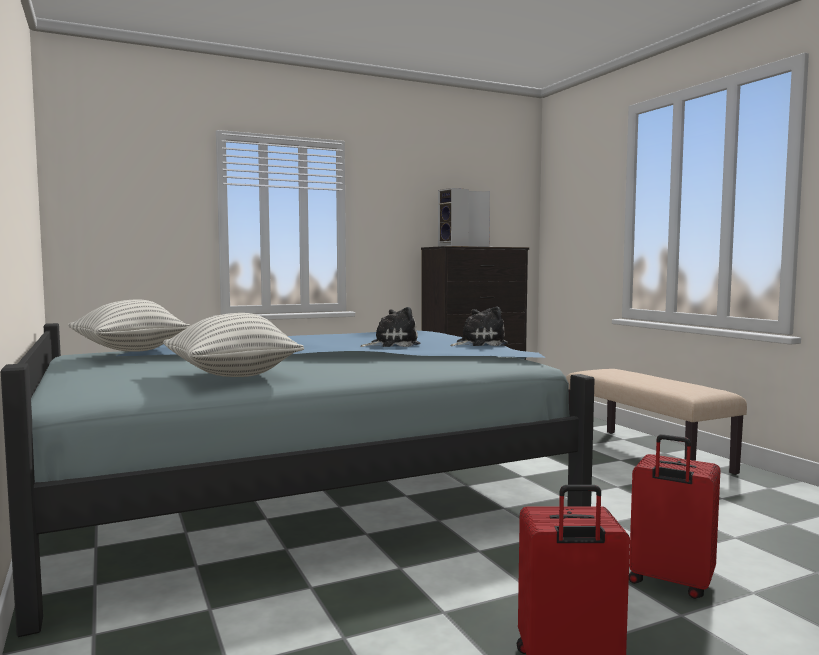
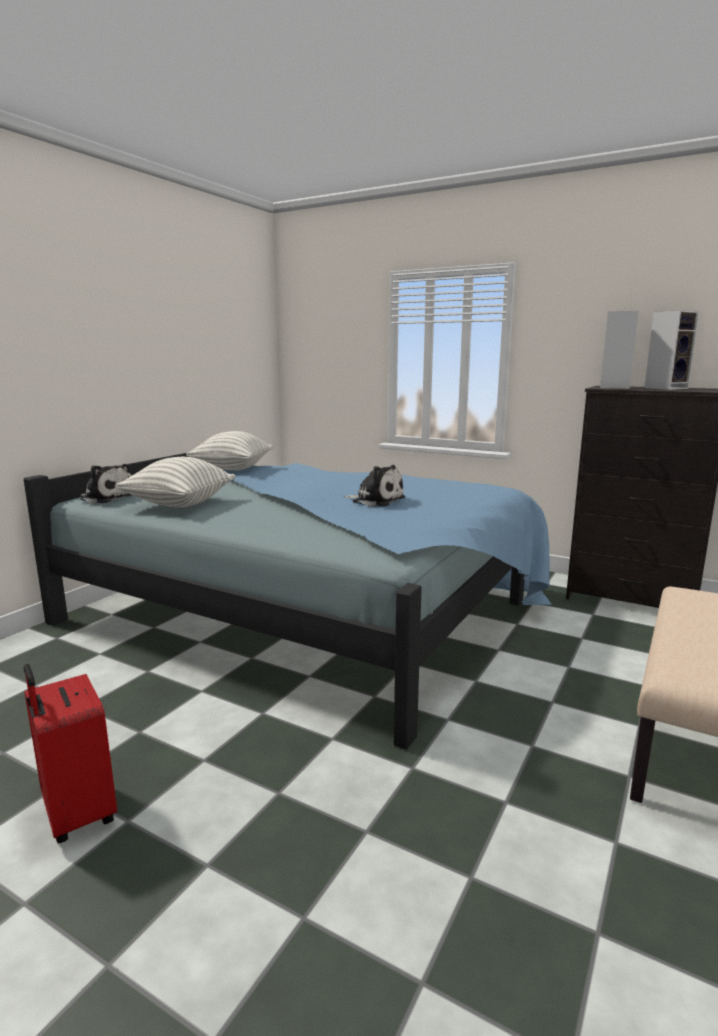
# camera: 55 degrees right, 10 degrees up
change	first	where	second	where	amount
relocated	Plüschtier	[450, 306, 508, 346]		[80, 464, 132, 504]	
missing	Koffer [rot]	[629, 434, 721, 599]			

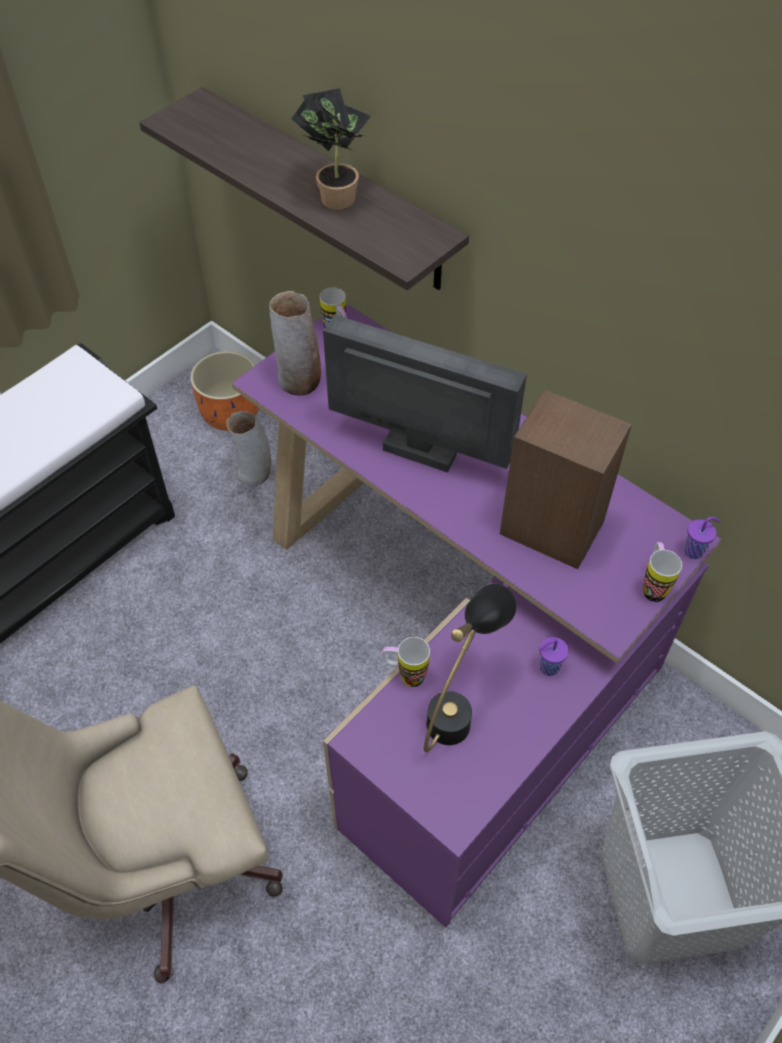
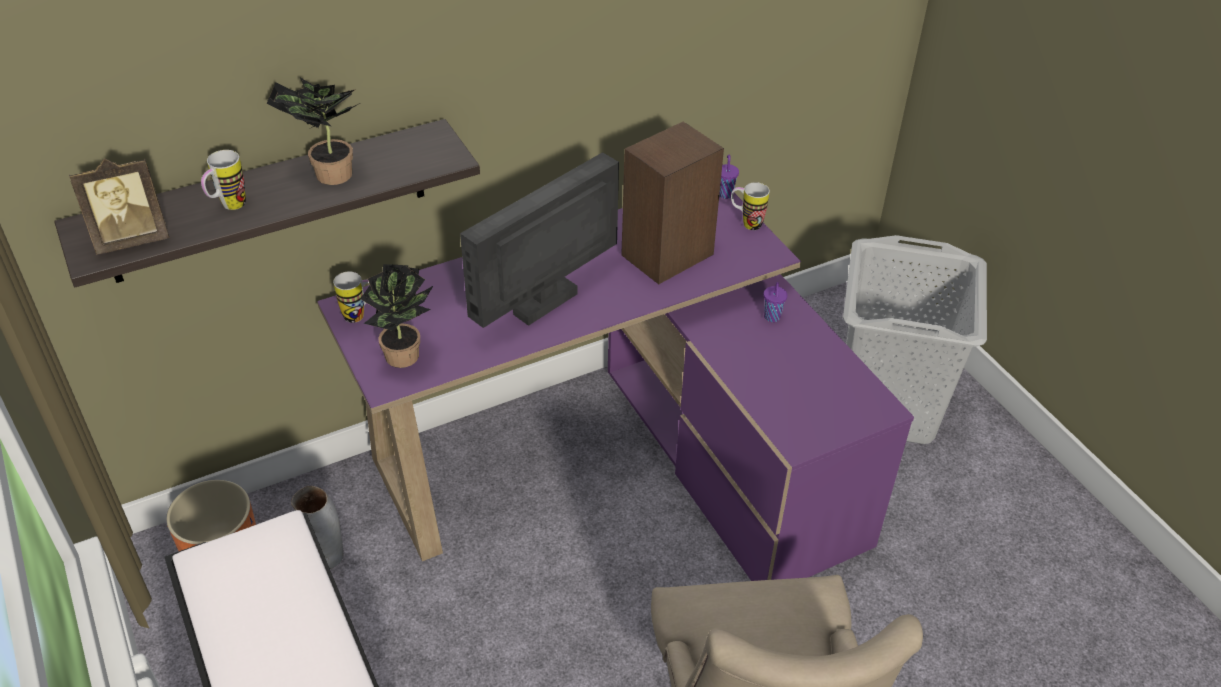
# camera: 70 degrees left, 10 degrees down
change	first	where	second	where	amount
appeared			Bilderrahmen	[69, 158, 169, 255]	
relocated	Henkelbecher	[382, 637, 430, 687]		[201, 150, 246, 210]	
exchanged	Vase	[269, 291, 321, 396]	Topfpflanze	[360, 264, 434, 368]	
missing	Tischlampe [schwarz]	[424, 584, 517, 752]			

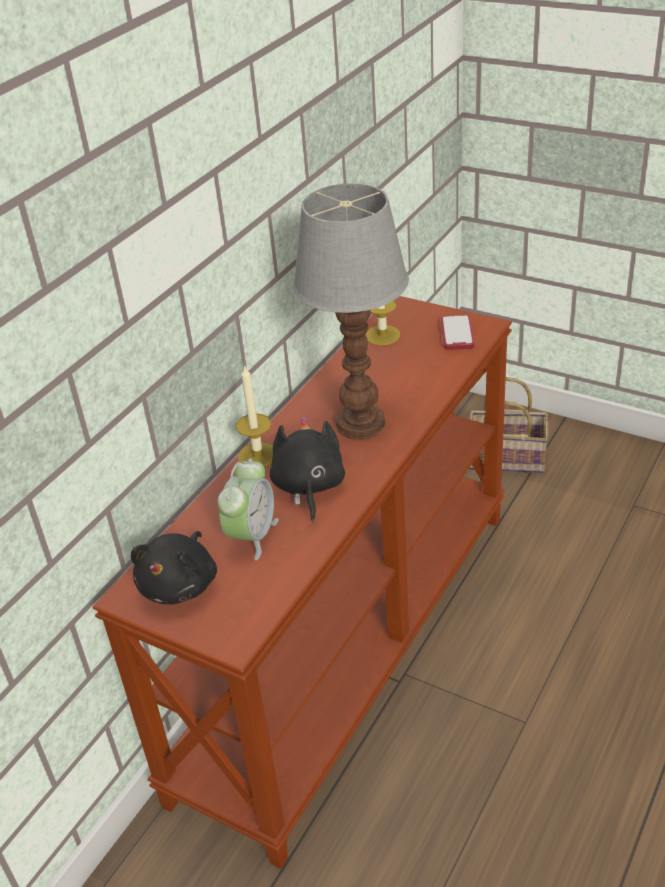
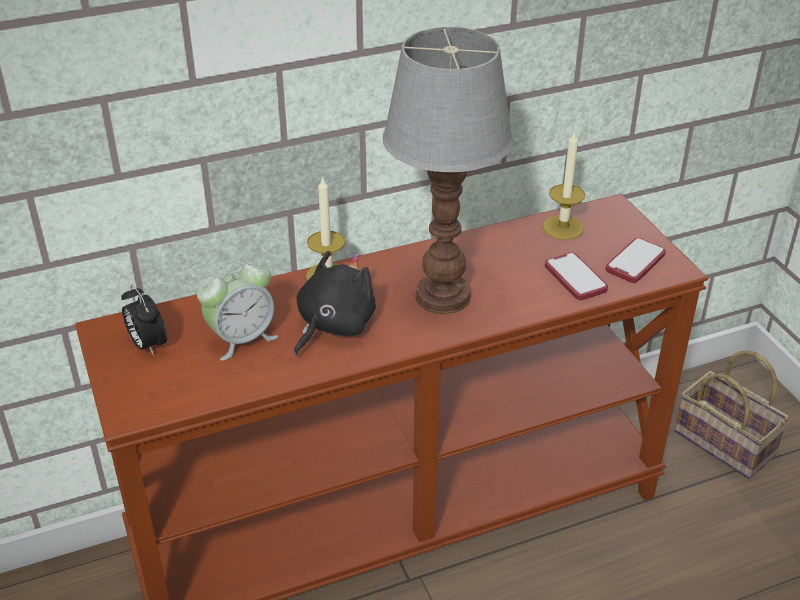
# camera: 35 degrees right, 0 degrees up
change	first	where	second	where	amount
exchanged	Plüschtier [schwarz]	[131, 531, 217, 604]	Wecker	[121, 285, 167, 356]	
appeared			Handy	[545, 252, 608, 300]	

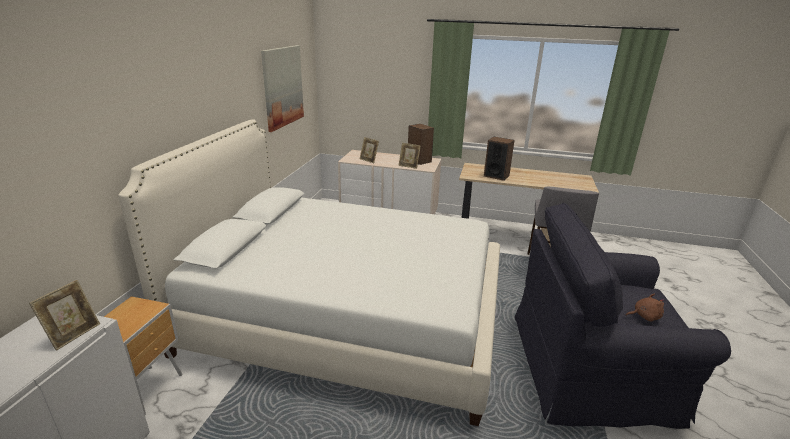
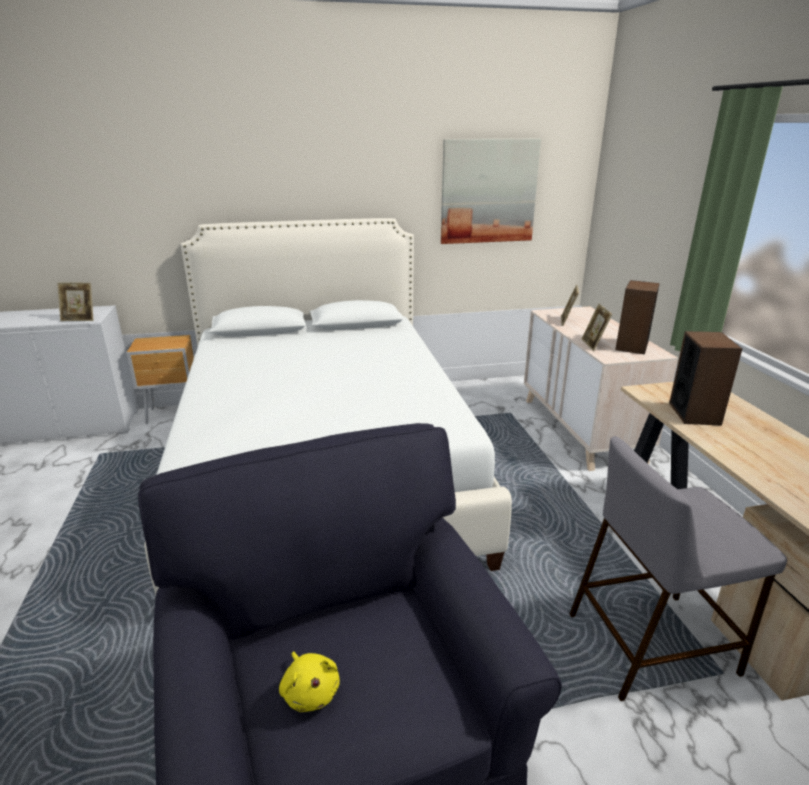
# camera: 65 degrees right, 0 degrees up
change	first	where	second	where	amount
colour	Plüschtier [braun]	[626, 294, 664, 321]	Plüschtier [gelb]	[279, 652, 340, 712]	

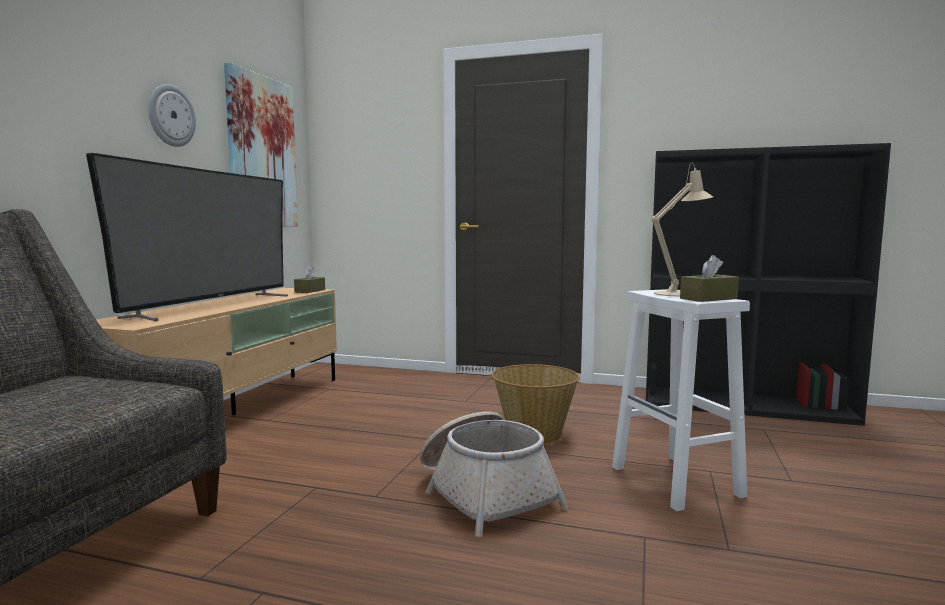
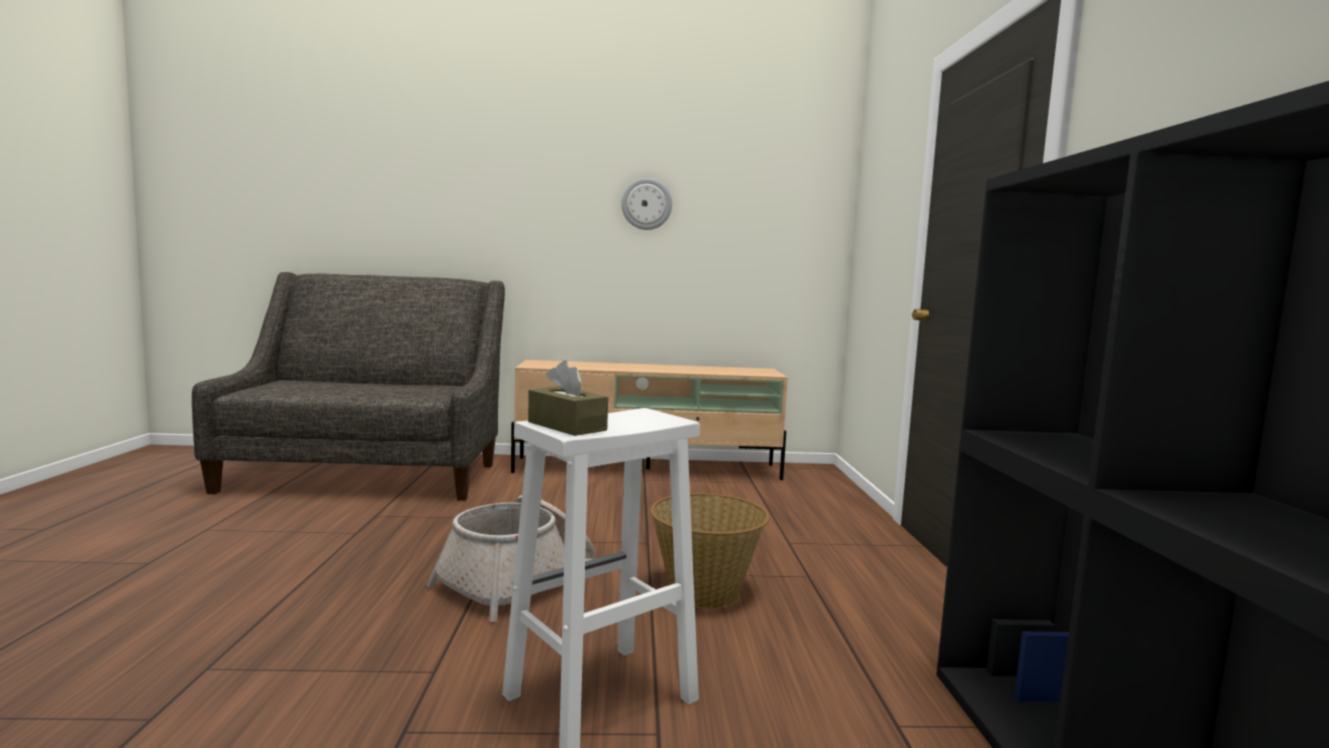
# camera: 70 degrees right, 0 degrees up
change	first	where	second	where	amount
missing	Fernseher	[86, 153, 288, 321]			
missing	Bild	[224, 62, 298, 227]			
missing	Taschentuchbox [braun]	[294, 266, 325, 293]			
missing	Tischlampe [beige]	[651, 163, 713, 296]			

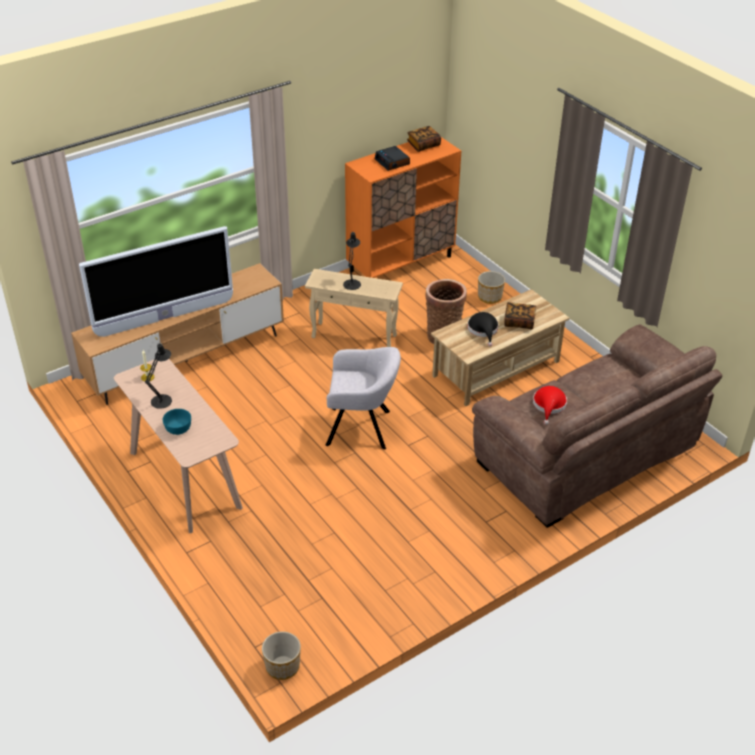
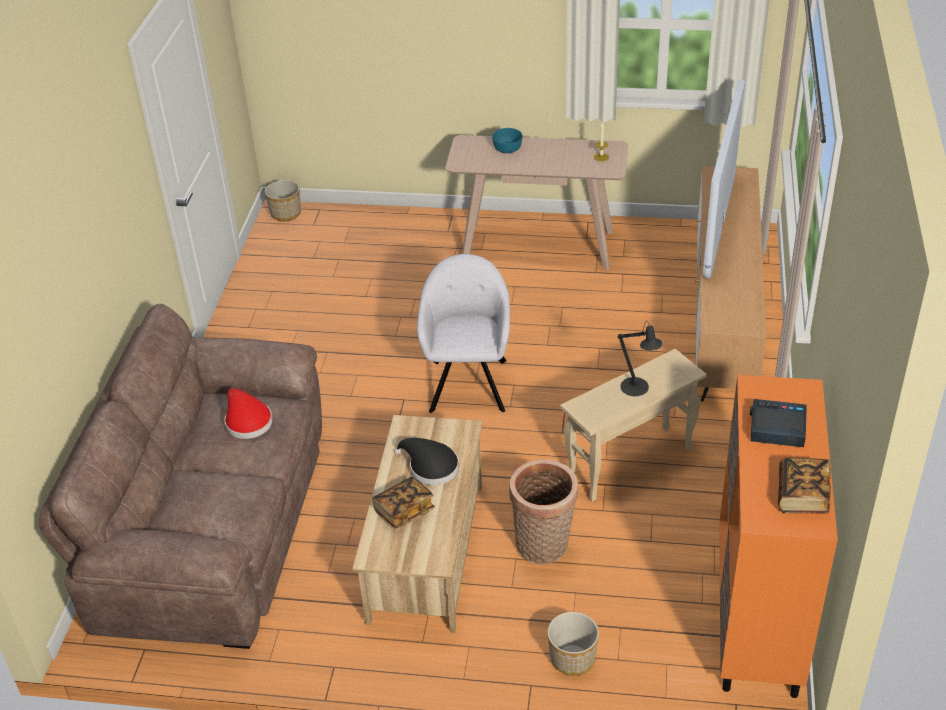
# camera: 135 degrees right, 0 degrees up
change	first	where	second	where	amount
spun	Sessel [grau]	[326, 347, 401, 450]		[417, 254, 510, 413]	135 degrees clockwise
missing	Tischlampe [schwarz]	[145, 343, 172, 409]			

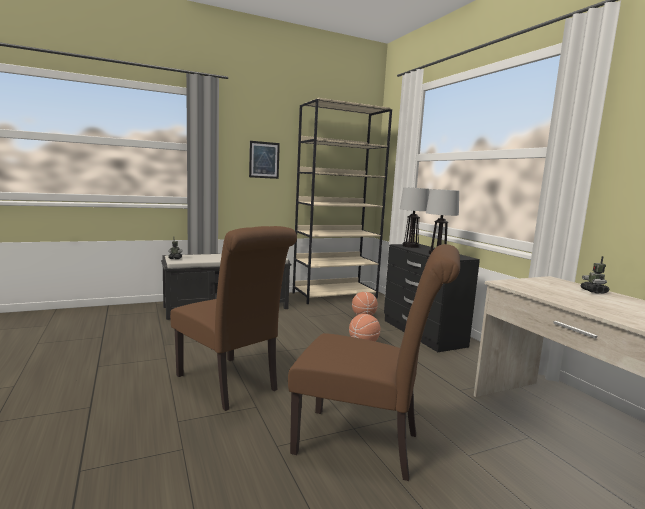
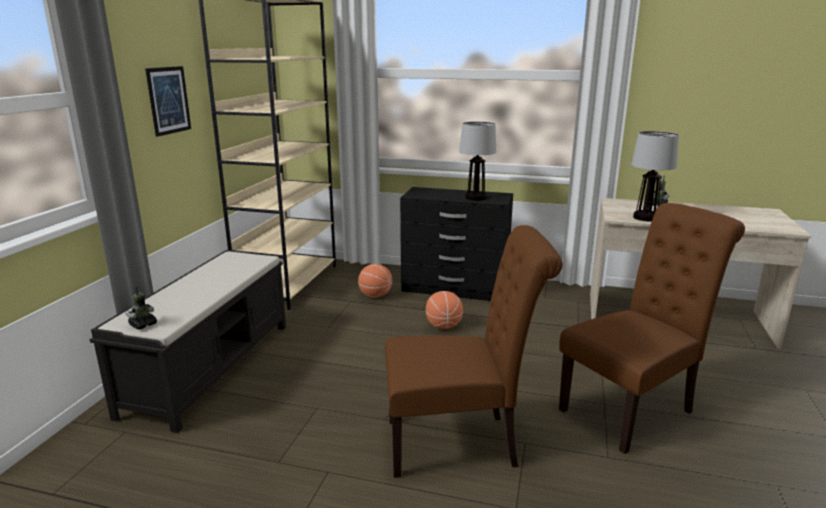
# camera: 50 degrees left, 10 degrees up
change	first	where	second	where	amount
relocated	Tischlampe	[400, 187, 429, 248]		[631, 131, 679, 222]	

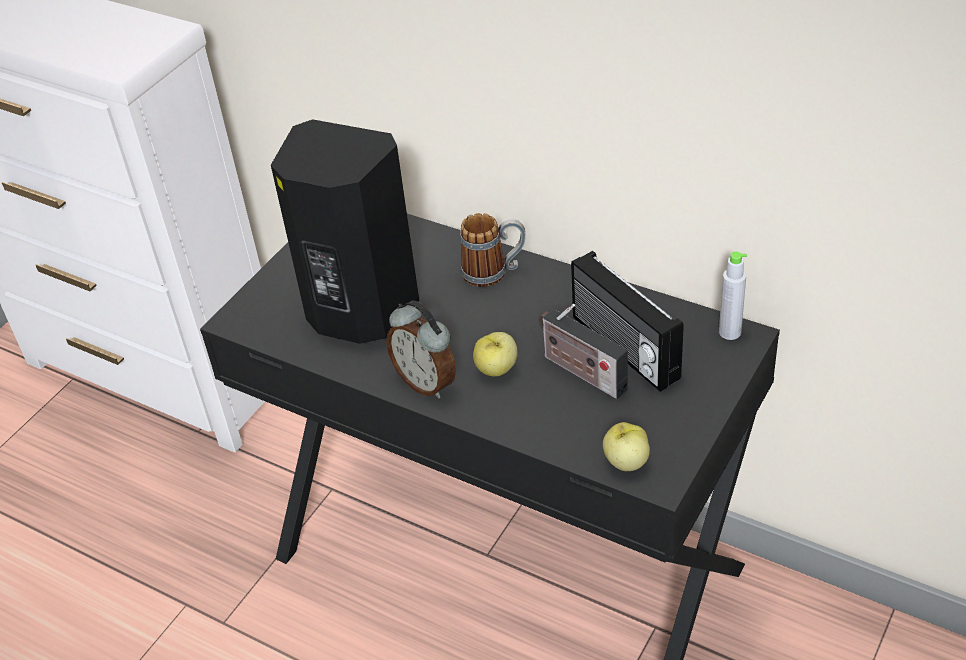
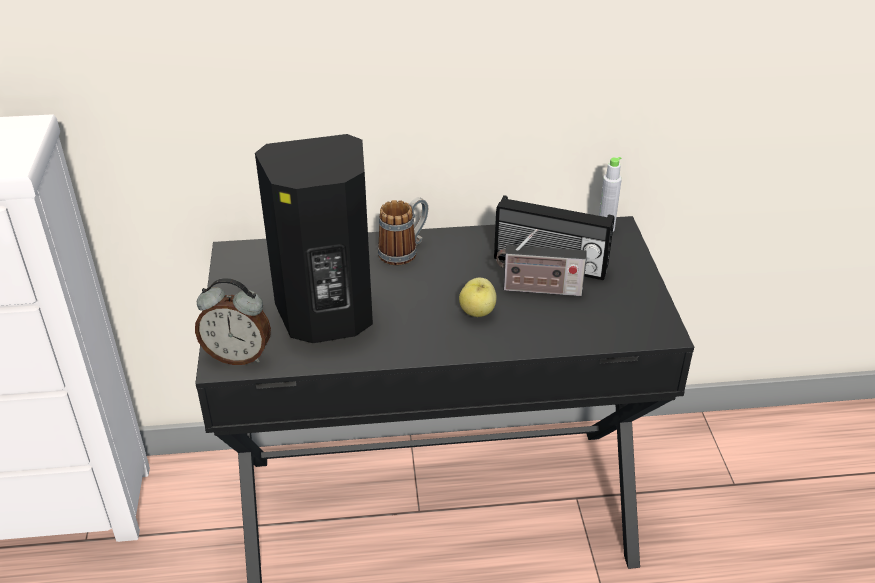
# camera: 40 degrees left, 5 degrees down
change	first	where	second	where	amount
relocated	Wecker	[386, 301, 456, 399]		[195, 278, 271, 365]	
missing	Apfel	[603, 422, 650, 471]			

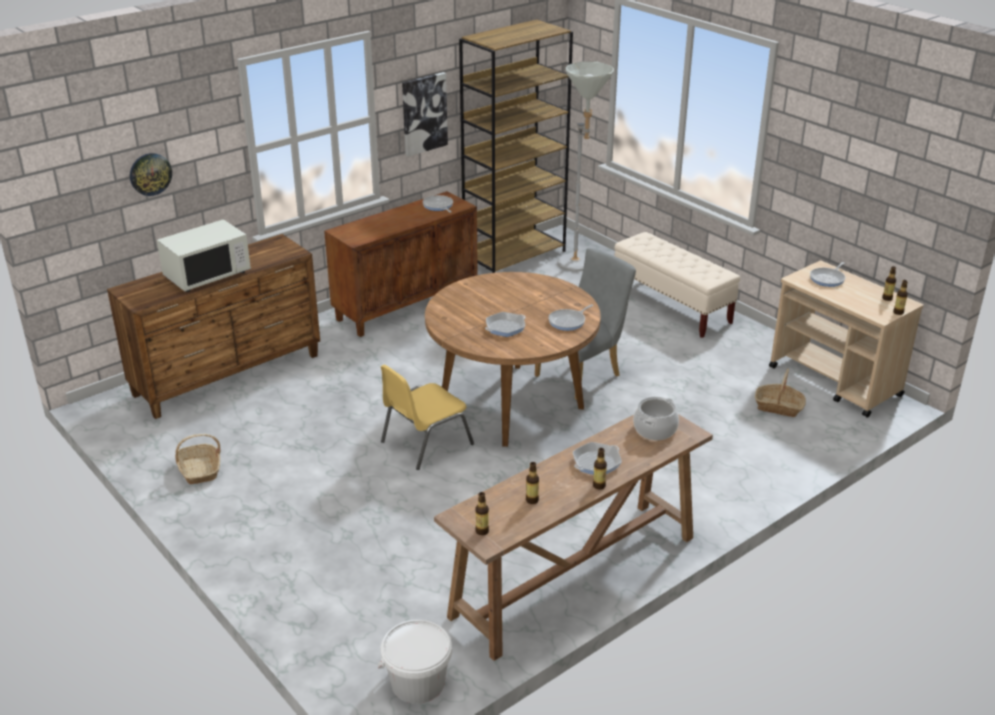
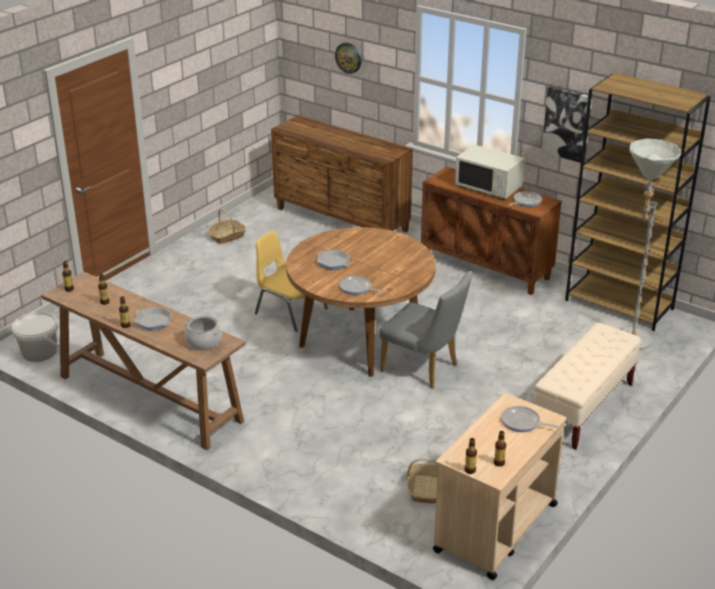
# camera: 75 degrees right, 0 degrees up
change	first	where	second	where	amount
relocated	Mikrowelle [weiß]	[157, 219, 251, 292]		[455, 144, 525, 200]	

